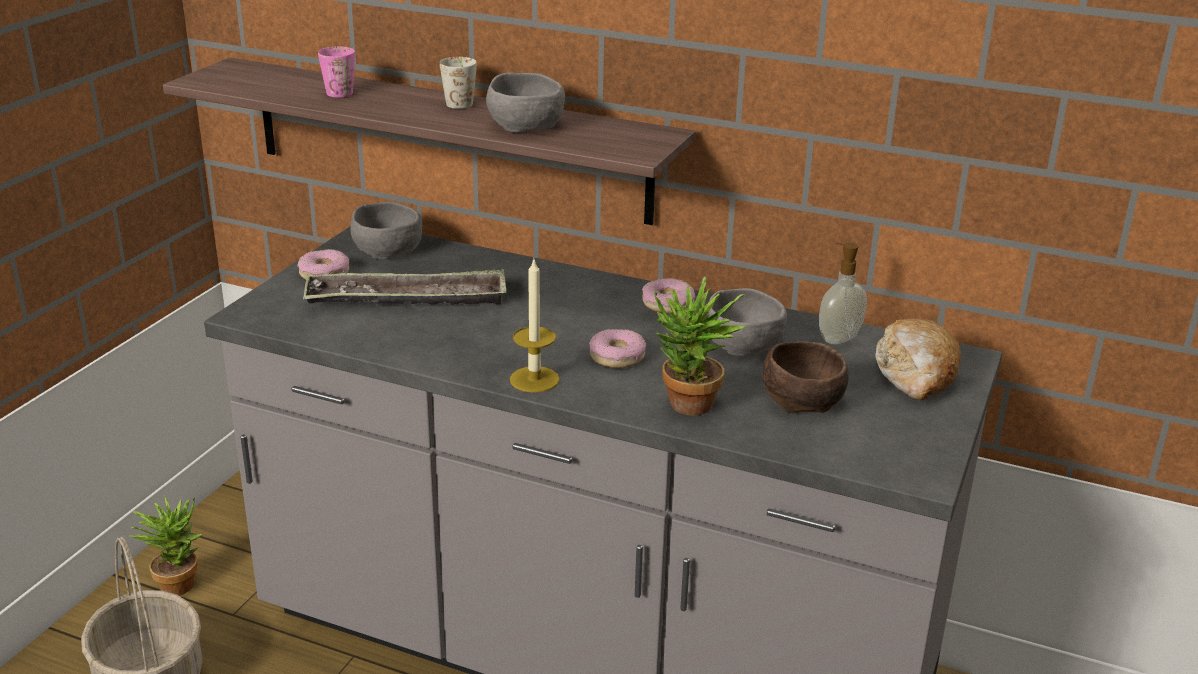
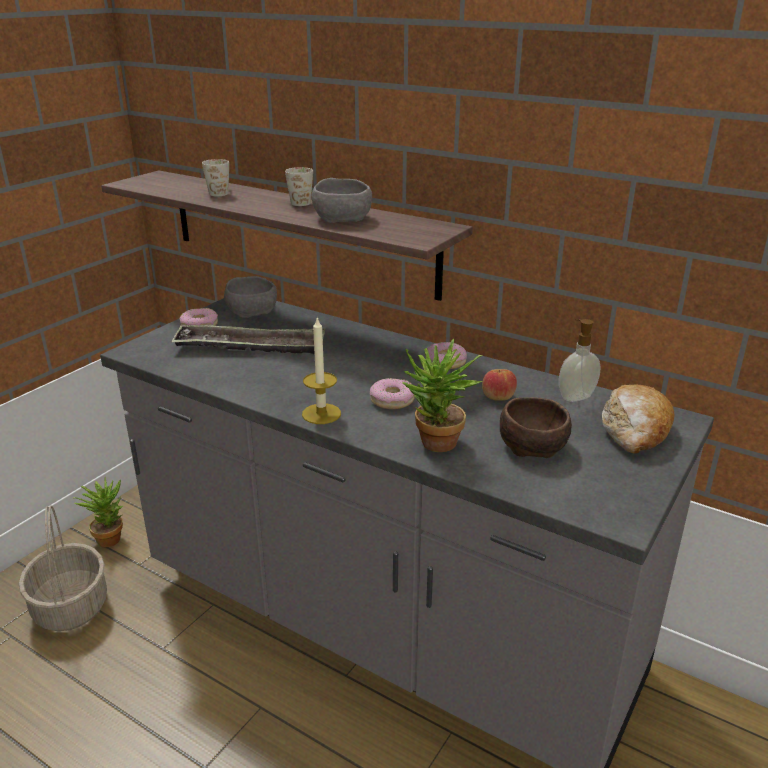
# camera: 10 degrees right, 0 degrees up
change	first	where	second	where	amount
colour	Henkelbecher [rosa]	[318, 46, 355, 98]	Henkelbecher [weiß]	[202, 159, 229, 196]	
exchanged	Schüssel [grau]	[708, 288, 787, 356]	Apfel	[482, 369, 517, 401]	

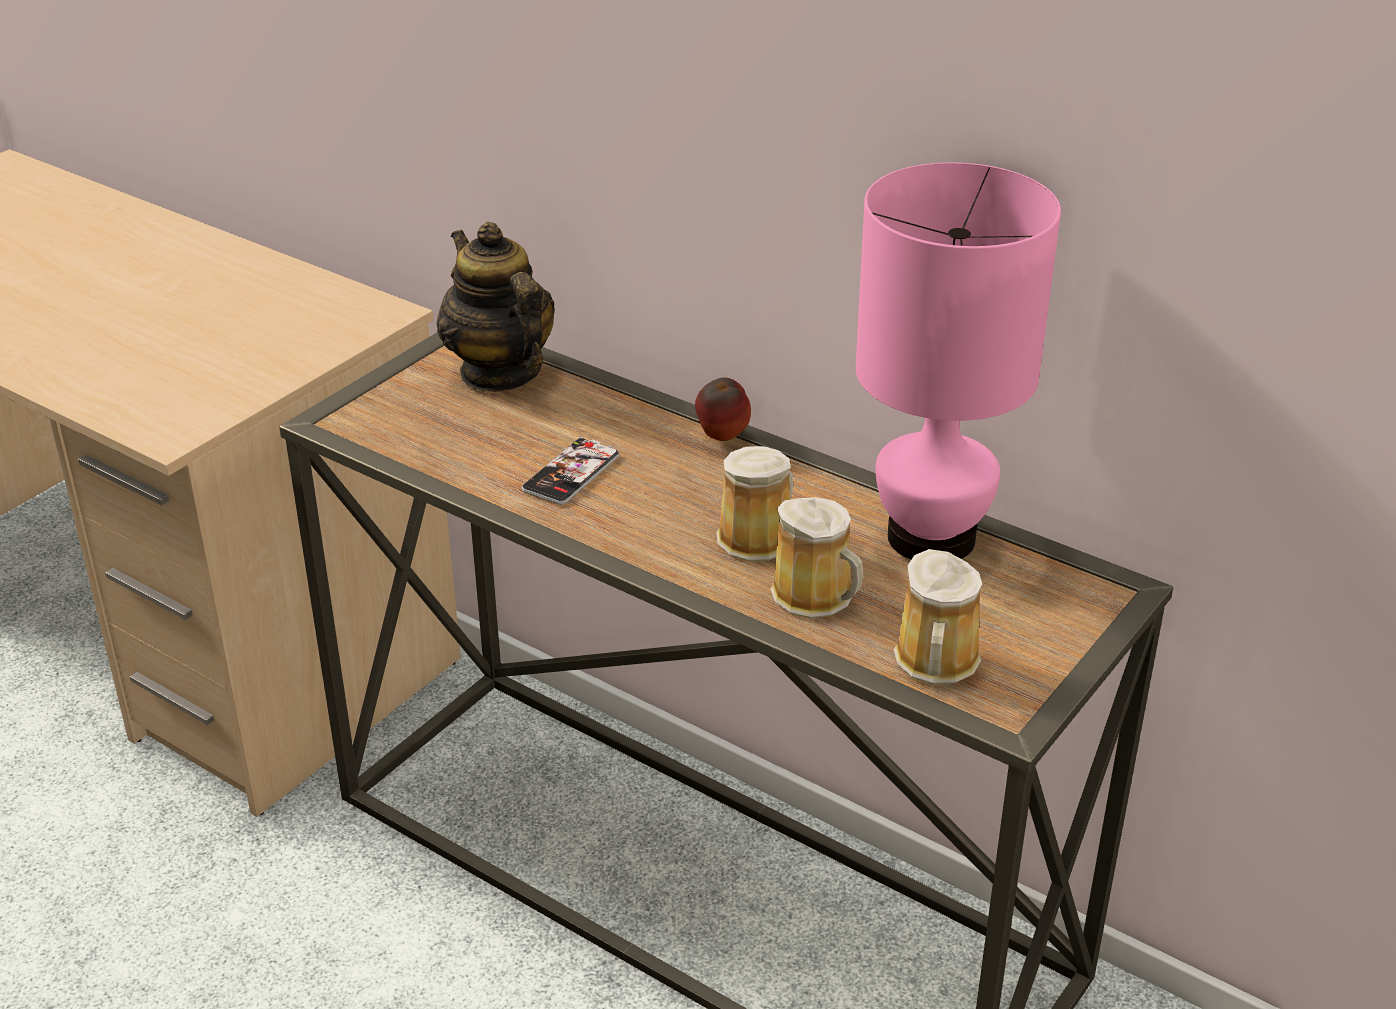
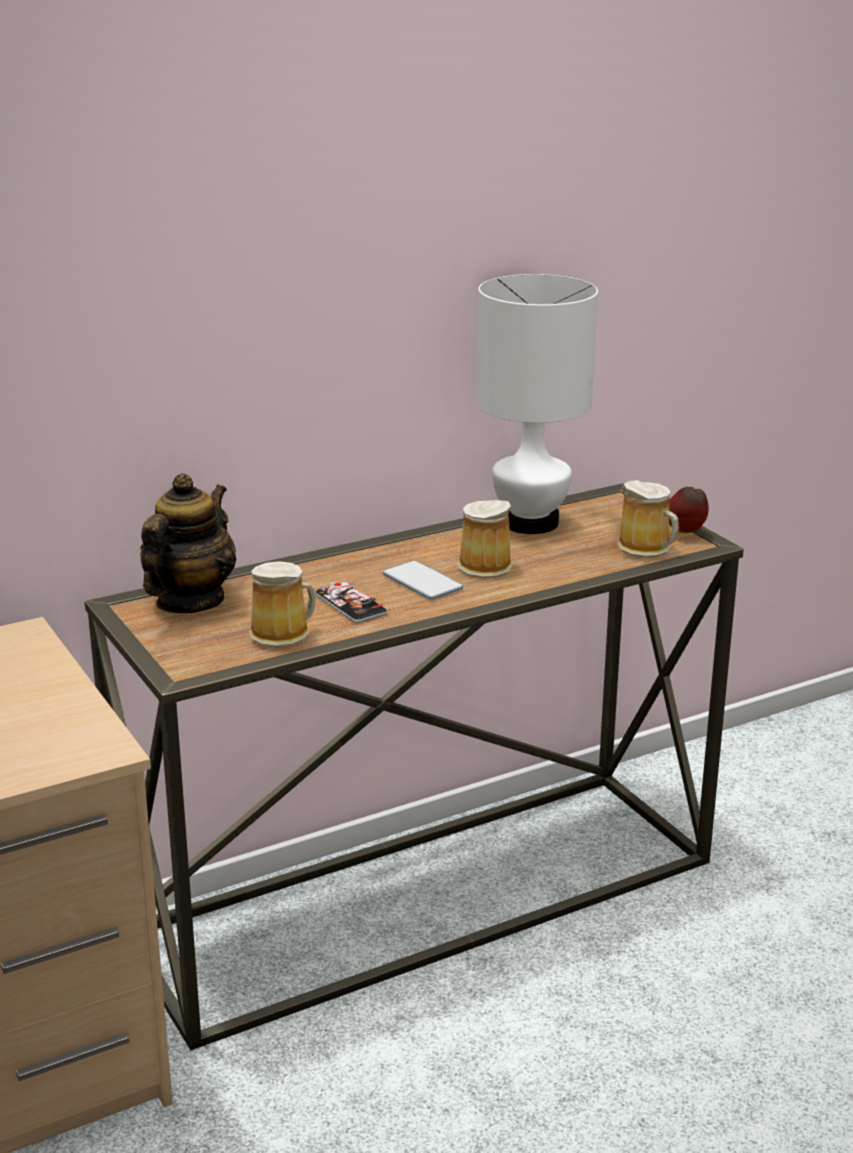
# camera: 65 degrees left, 10 degrees down
change	first	where	second	where	amount
spun	Teekanne	[437, 222, 555, 392]		[140, 473, 237, 613]	120 degrees clockwise
relocated	Henkelbecher	[771, 497, 863, 618]		[249, 561, 316, 647]	
appeared			Handy	[383, 561, 463, 600]	
colour	Tischlampe [rosa]	[856, 162, 1061, 560]	Tischlampe [weiß]	[477, 274, 598, 534]	
relocated	Apfel	[695, 377, 751, 441]		[669, 487, 709, 533]	

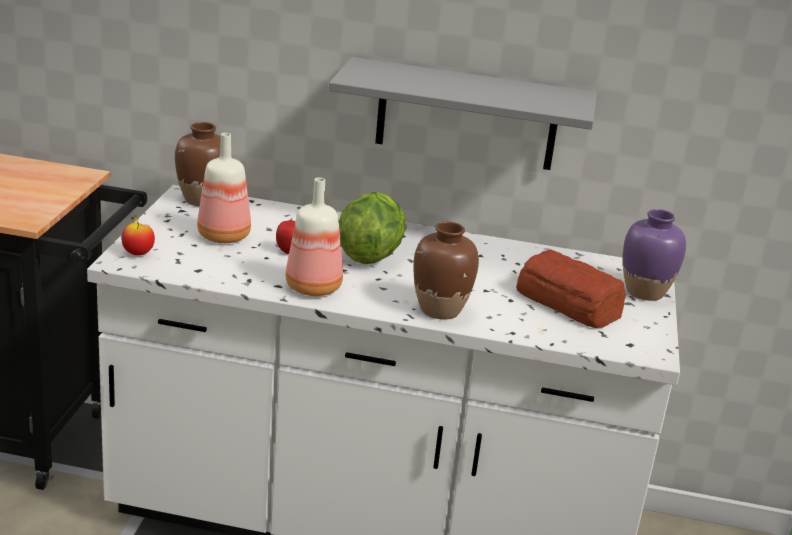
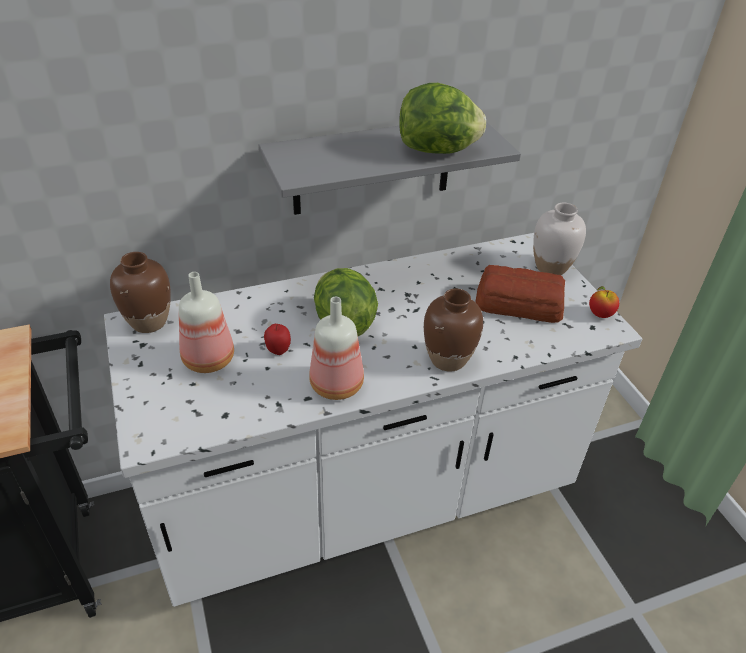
# camera: 30 degrees left, 15 degrees up
change	first	where	second	where	amount
appeared			Salatkopf	[399, 83, 486, 154]	
colour	Vase [lila]	[623, 209, 686, 301]	Vase [weiß]	[533, 203, 586, 275]	
relocated	Apfel	[122, 215, 155, 256]		[589, 286, 619, 318]	

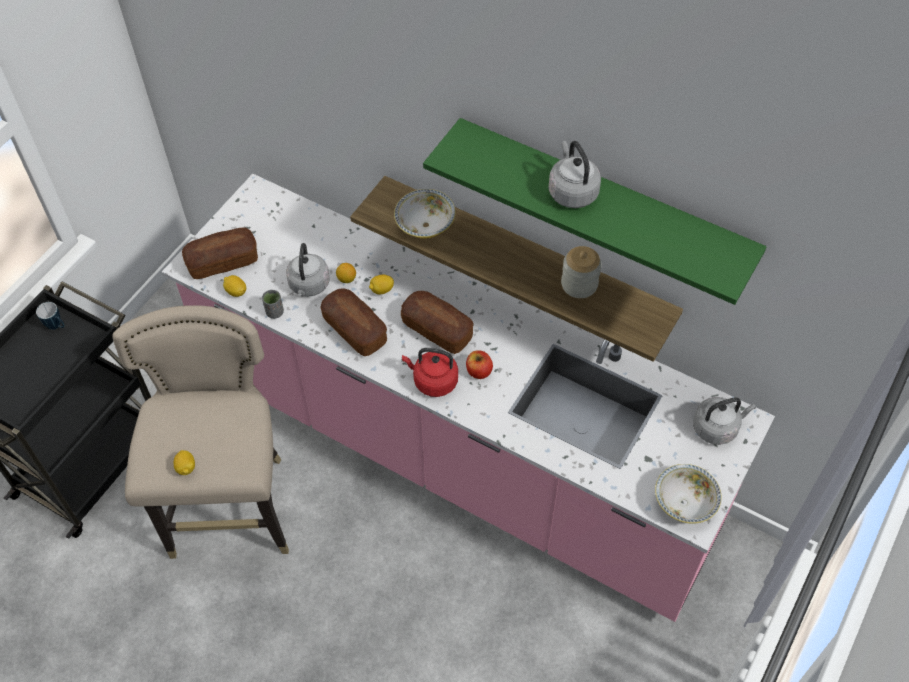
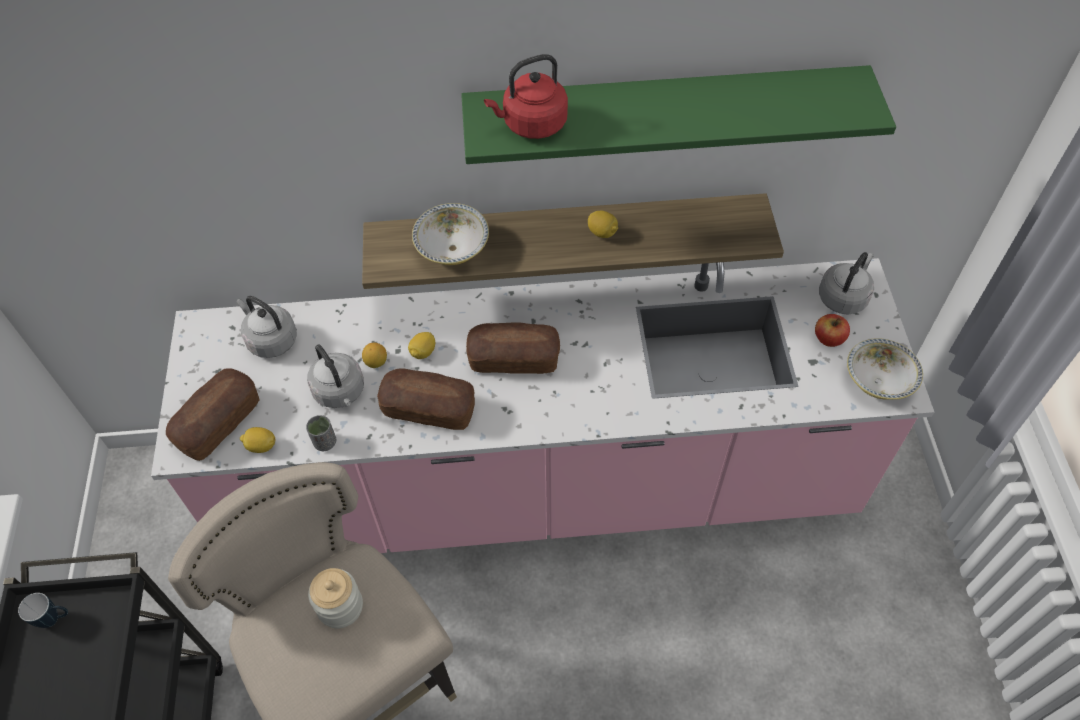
# camera: 35 degrees left, 0 degrees up
change	first	where	second	where	amount
relocated	Wasserkessel [grau]	[548, 141, 601, 208]		[237, 296, 297, 358]	
relocated	Vorratsglas	[561, 246, 602, 298]		[308, 568, 363, 629]	
relocated	Wasserkessel [rot]	[402, 348, 458, 397]		[484, 54, 568, 139]	
relocated	Zitrone	[174, 450, 195, 475]		[588, 211, 618, 238]	
relocated	Apfel	[466, 350, 493, 379]		[815, 314, 850, 347]	

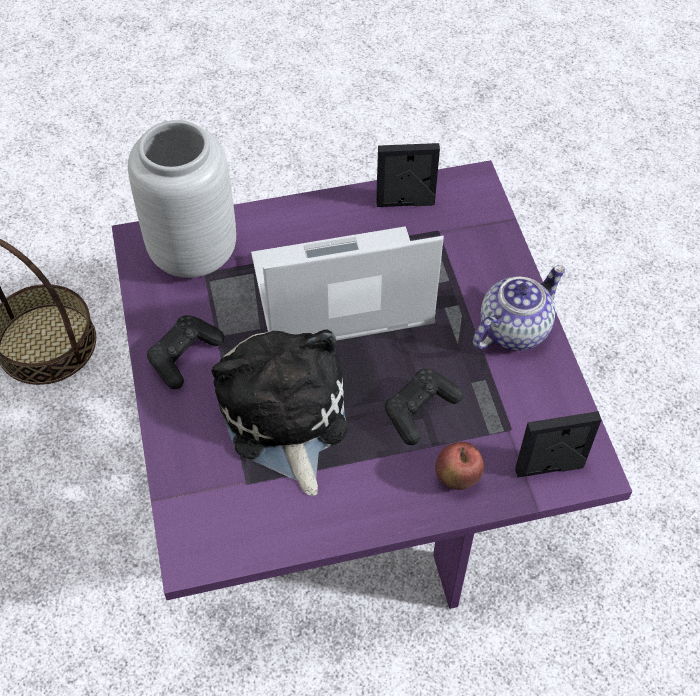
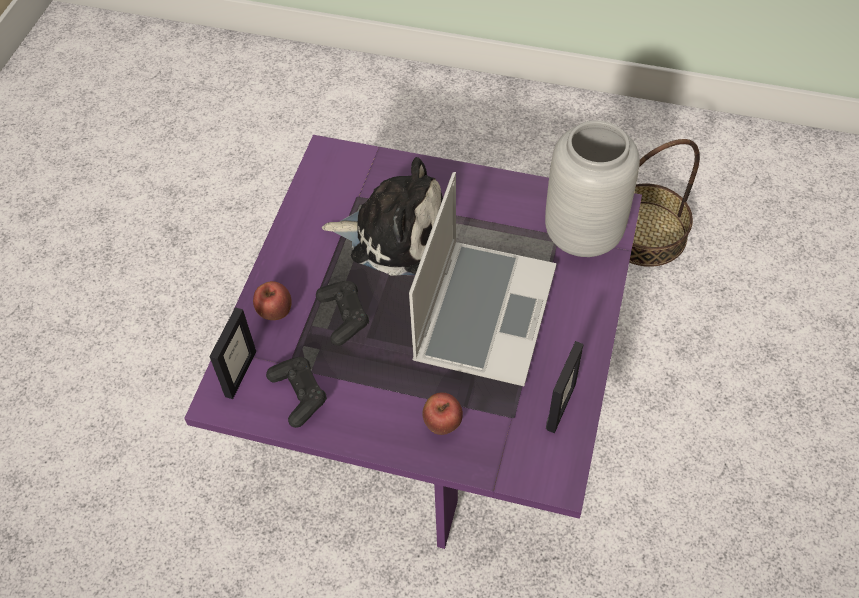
# camera: 120 degrees right, 0 degrees up
change	first	where	second	where	amount
relocated	Gamepad [schwarz]	[147, 315, 224, 389]		[266, 357, 327, 428]	
appeared			Apfel	[422, 393, 463, 435]	
missing	Teekanne	[473, 265, 565, 350]			

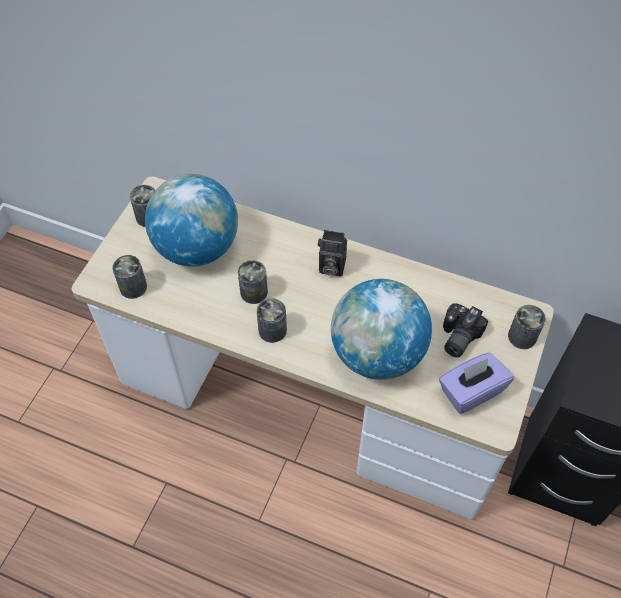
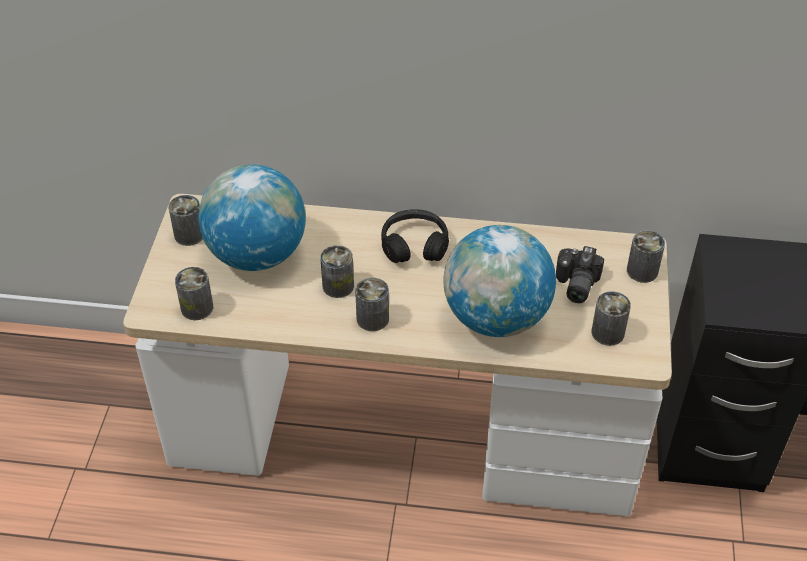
# camera: 15 degrees left, 10 degrees down
change	first	where	second	where	amount
exchanged	Kamera	[318, 230, 347, 277]	Kopfhörer [schwarz]	[381, 209, 449, 263]	
exchanged	Taschentuchbox [lila]	[439, 353, 514, 414]	Dose	[591, 291, 631, 346]	

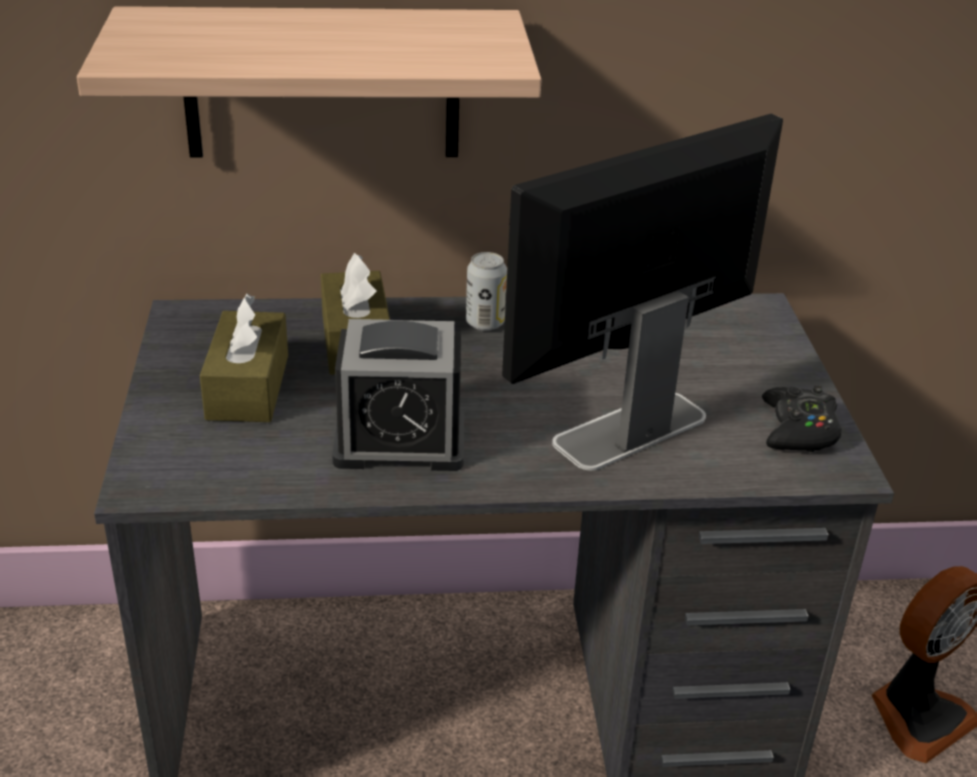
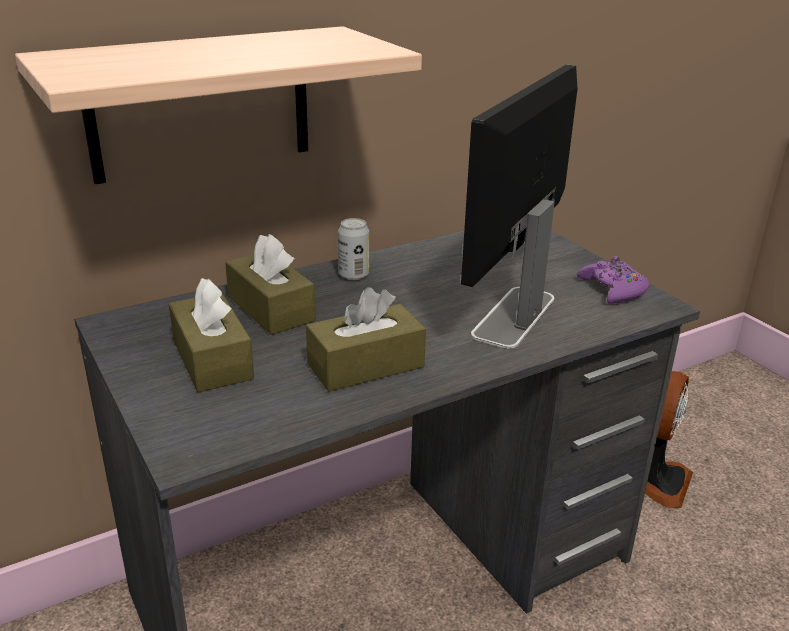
# camera: 25 degrees left, 5 degrees down
change	first	where	second	where	amount
exchanged	Wecker	[332, 319, 464, 471]	Taschentuchbox [braun]	[306, 287, 426, 392]	
colour	Gamepad [schwarz]	[762, 385, 842, 452]	Gamepad [lila]	[577, 256, 649, 304]	

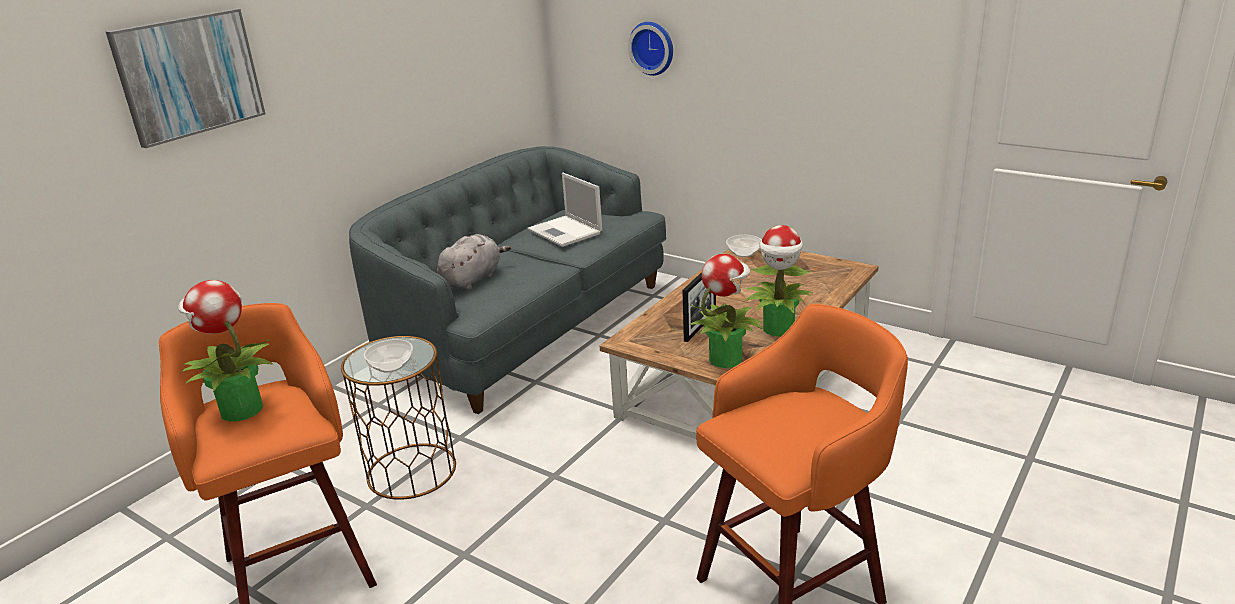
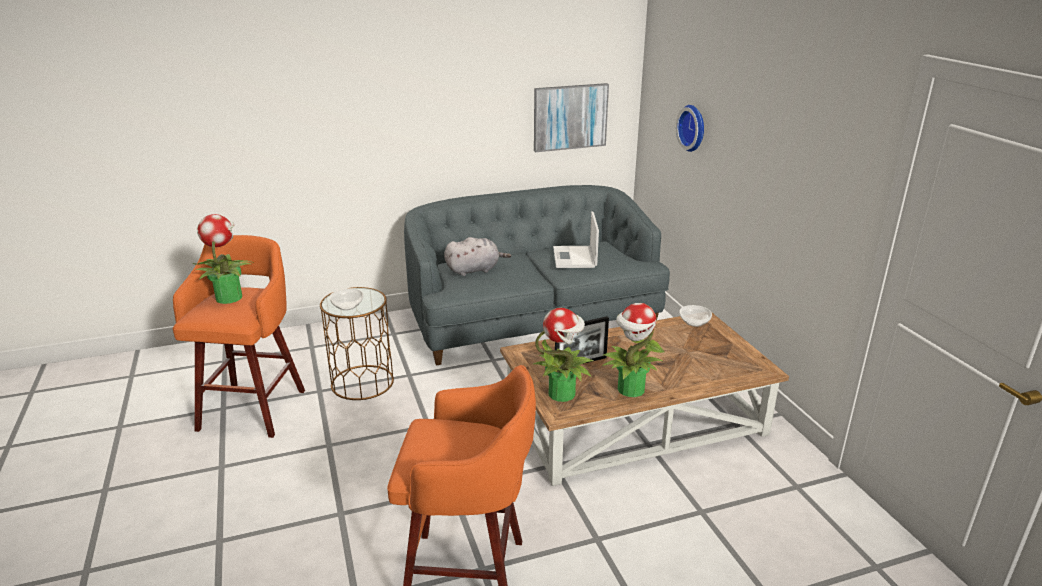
# camera: 35 degrees right, 0 degrees up
change	first	where	second	where	amount
relocated	Bild	[106, 9, 266, 148]		[534, 83, 609, 152]	

